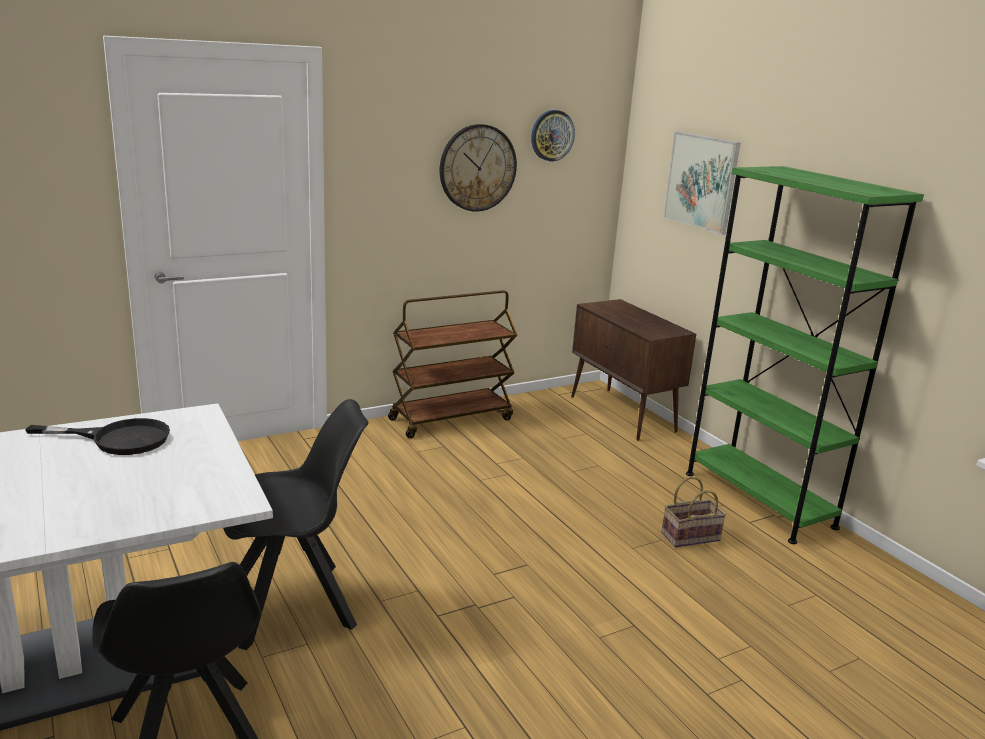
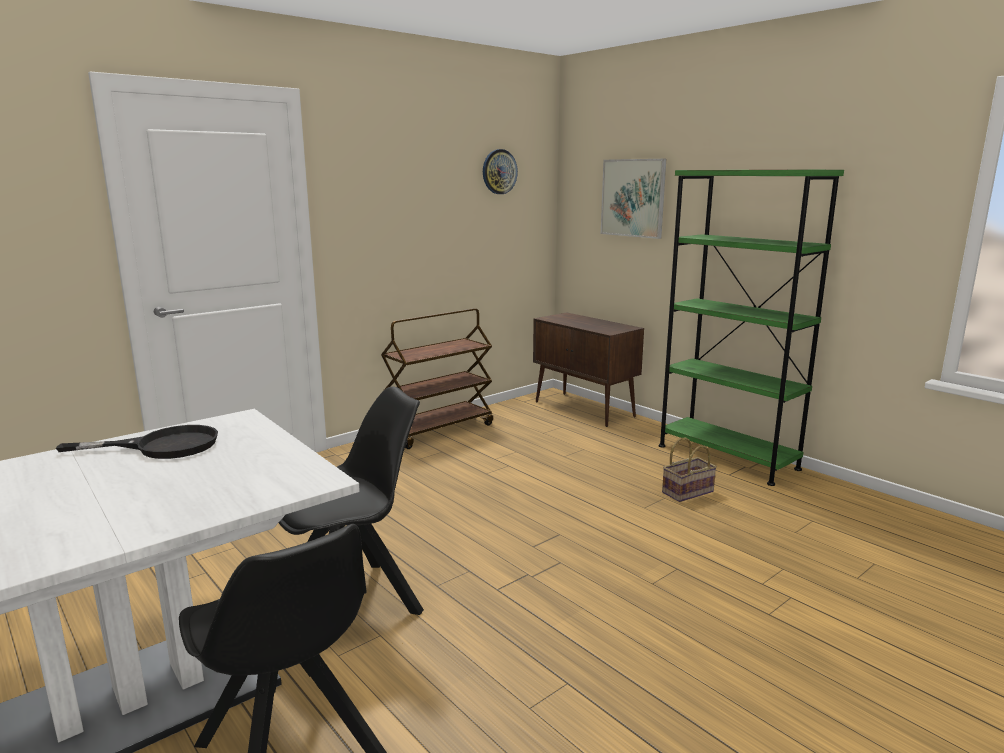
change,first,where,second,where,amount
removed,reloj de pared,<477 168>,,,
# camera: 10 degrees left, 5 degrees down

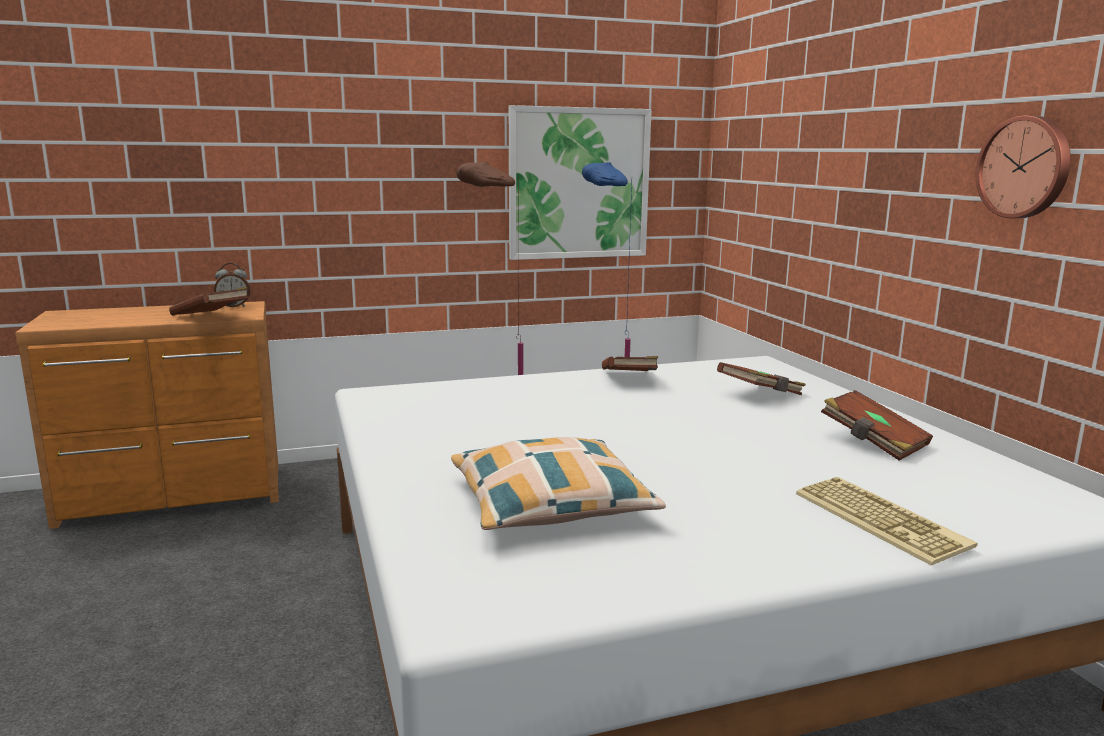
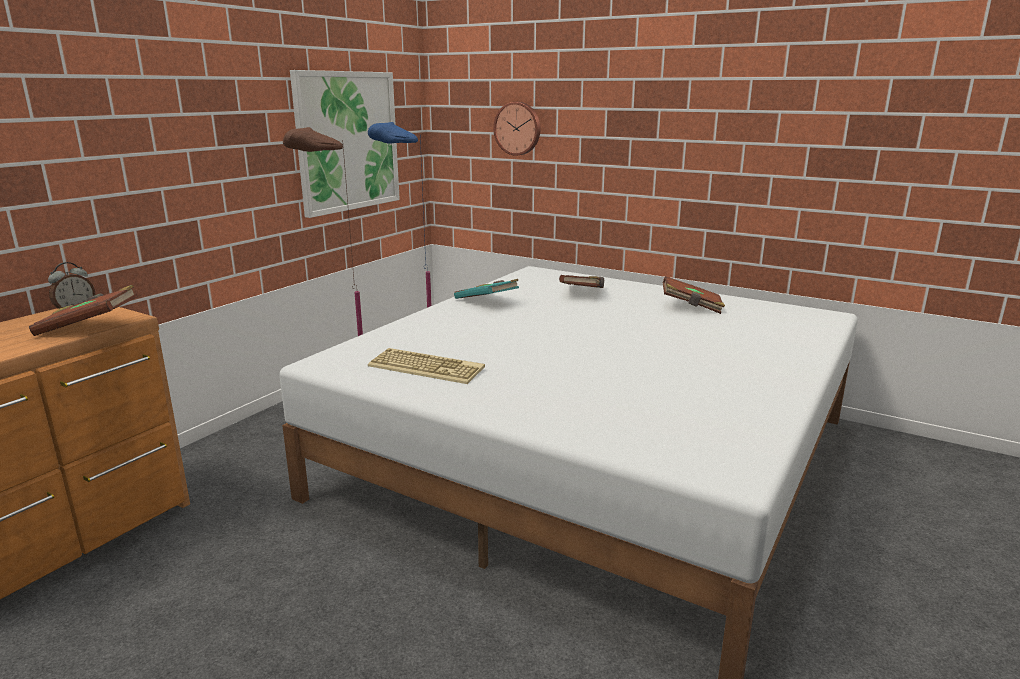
change,first,where,second,where,amount
moved,reloj de pared,<1025 167>,,<518 128>,
recoloured,libro (marrón),<630 379>,libro (turquesa),<487 301>,
removed,cojín,<550 502>,,,
moved,teclado,<882 520>,,<428 367>,
# camera: 40 degrees left, 5 degrees up

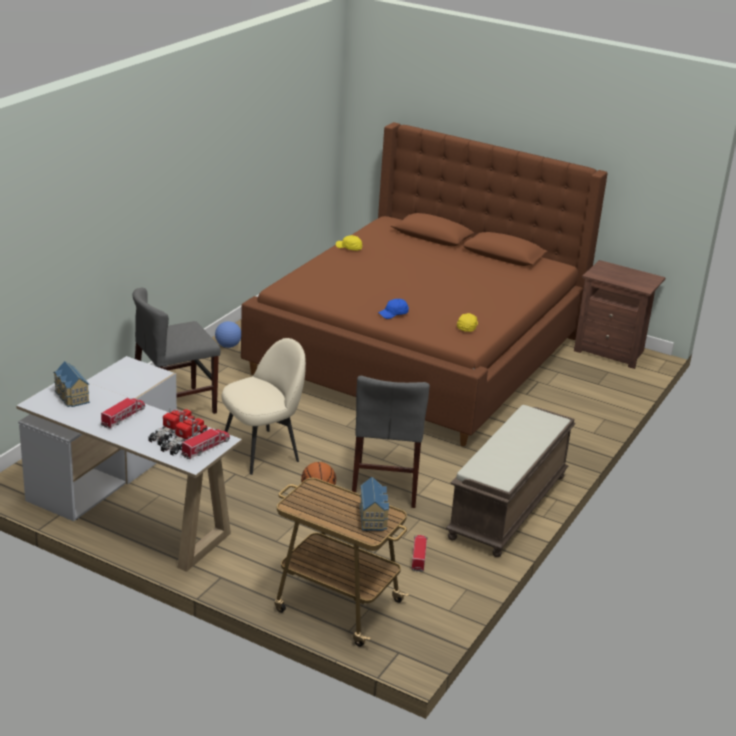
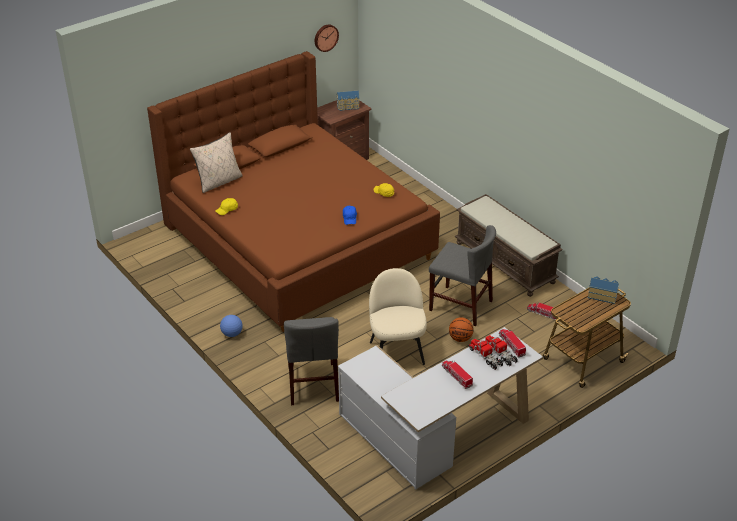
change,first,where,second,where,amount
moved,casita,<71 396>,,<348 107>,
added,,,reloj de pared,<325 37>,
added,,,cojín (beis),<219 182>,
# camera: 65 degrees left, 10 degrees up

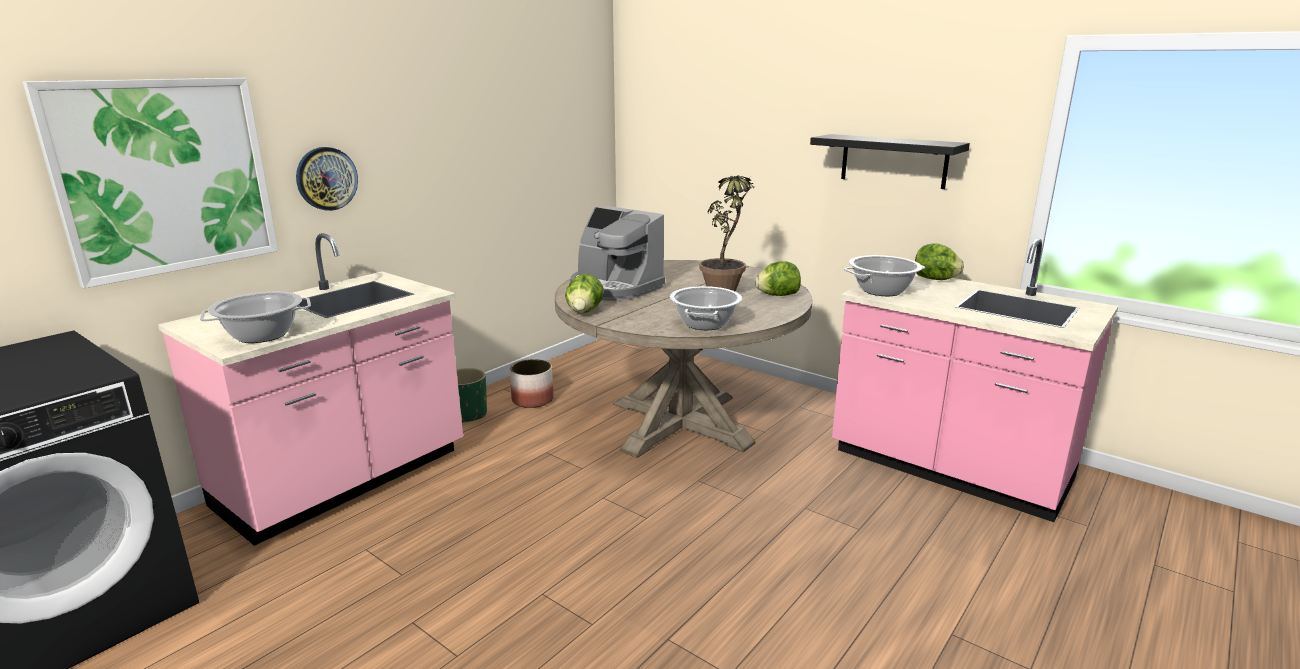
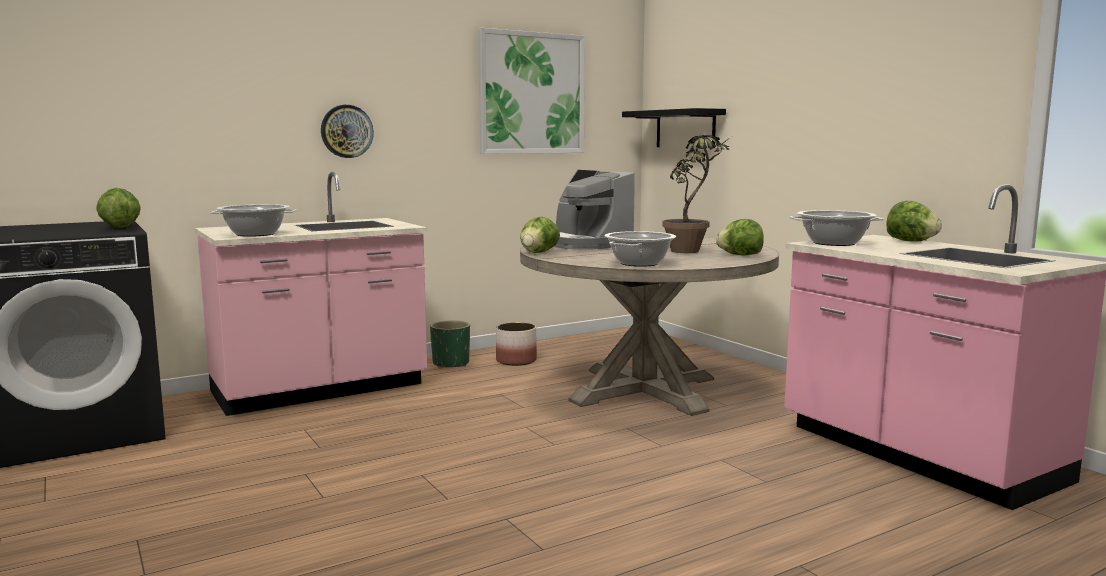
change,first,where,second,where,amount
moved,cuadro,<165 177>,,<532 93>,
moved,estante (negro),<893 161>,,<685 129>,
added,,,lechuga,<120 227>,
# camera: 20 degrees right, 10 degrees down

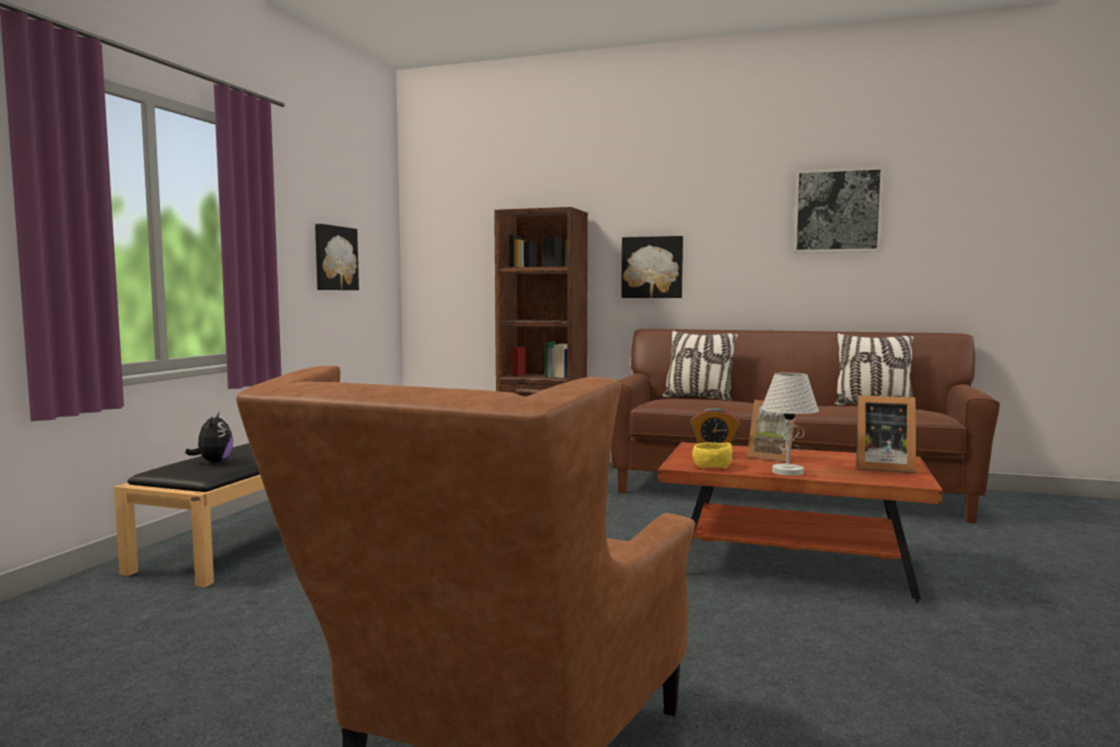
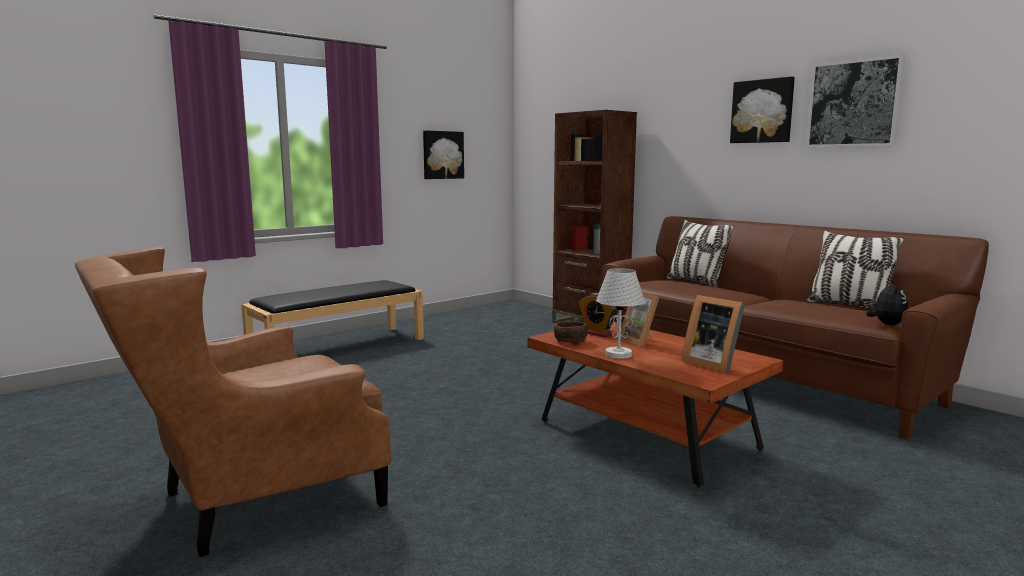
change,first,where,second,where,amount
moved,cuadro,<652 267>,,<762 111>,
moved,peluche,<213 462>,,<886 324>,
recoloured,cuenco (amarillo),<711 467>,cuenco (marrón),<569 341>,
# camera: 30 degrees right, 5 degrees up

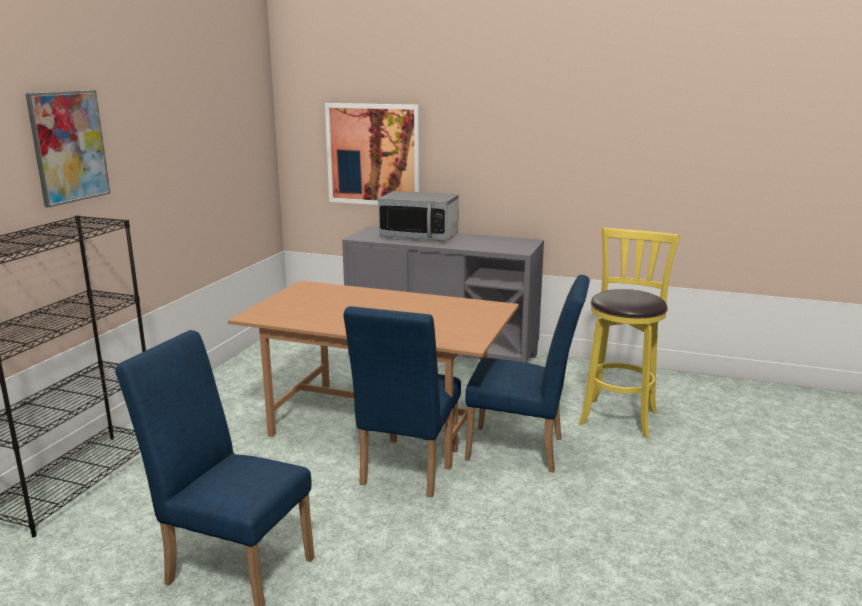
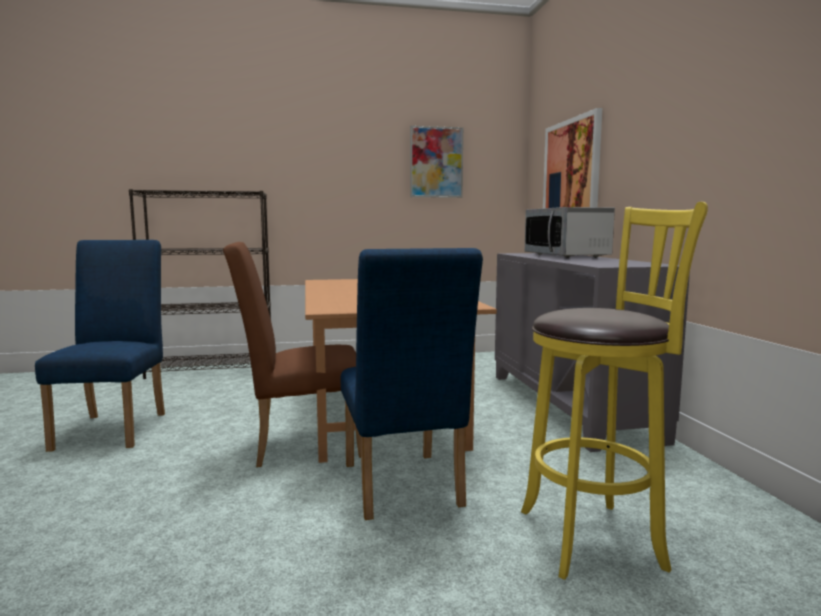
change,first,where,second,where,amount
moved,cuadro,<69 147>,,<436 162>,
recoloured,silla (azul),<406 471>,silla (marrón),<298 445>,
# camera: 60 degrees right, 10 degrees down

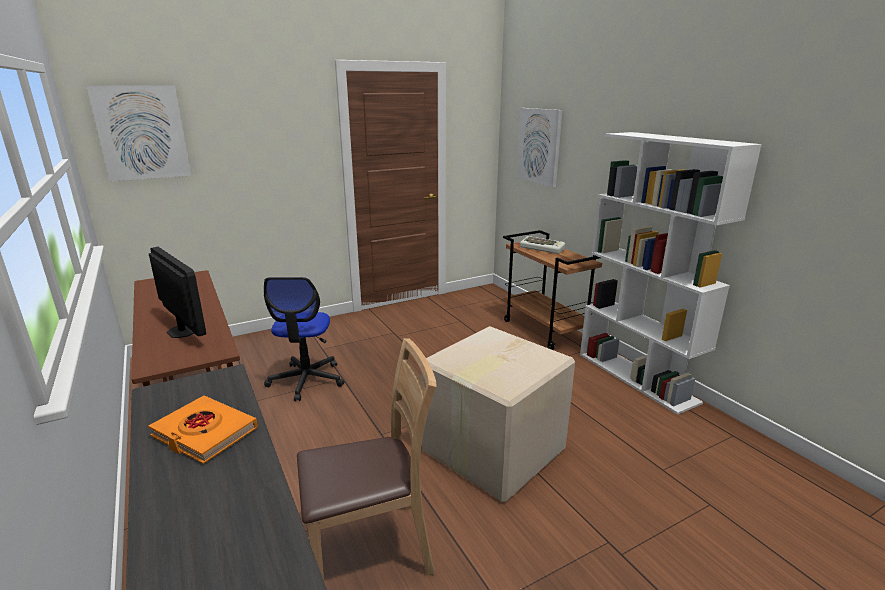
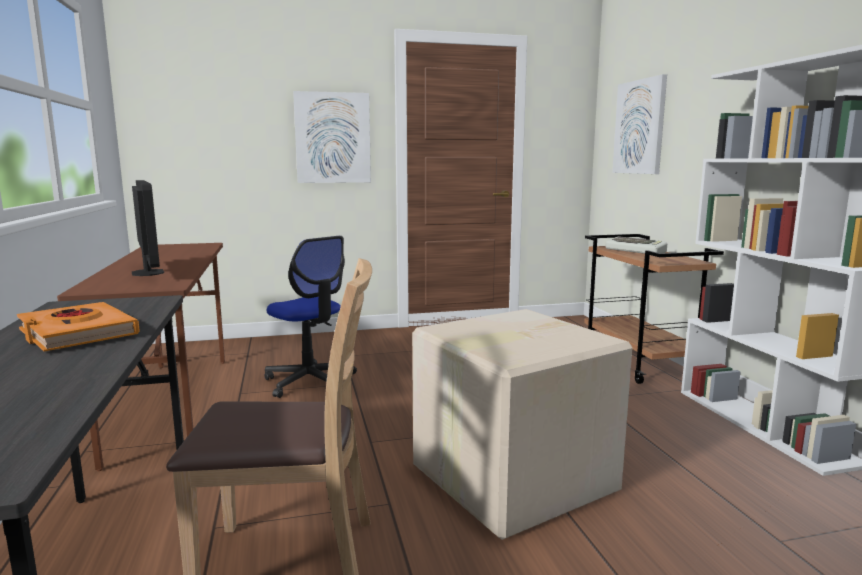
change,first,where,second,where,amount
moved,cuadro,<142 133>,,<332 138>,
turned,silla de oficina,<306 380>,,<310 381>,60 degrees counterclockwise
# camera: 15 degrees right, 10 degrees down

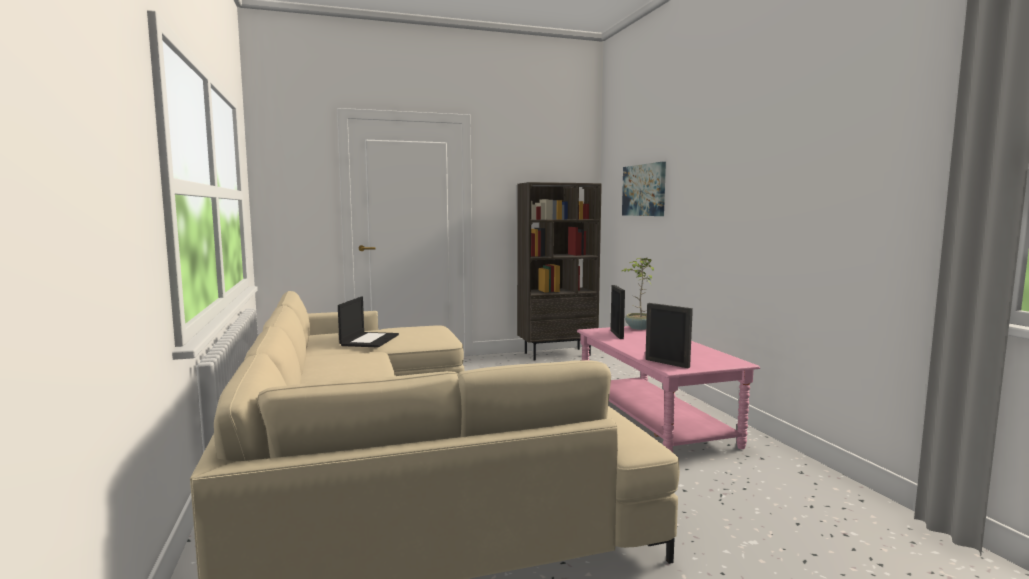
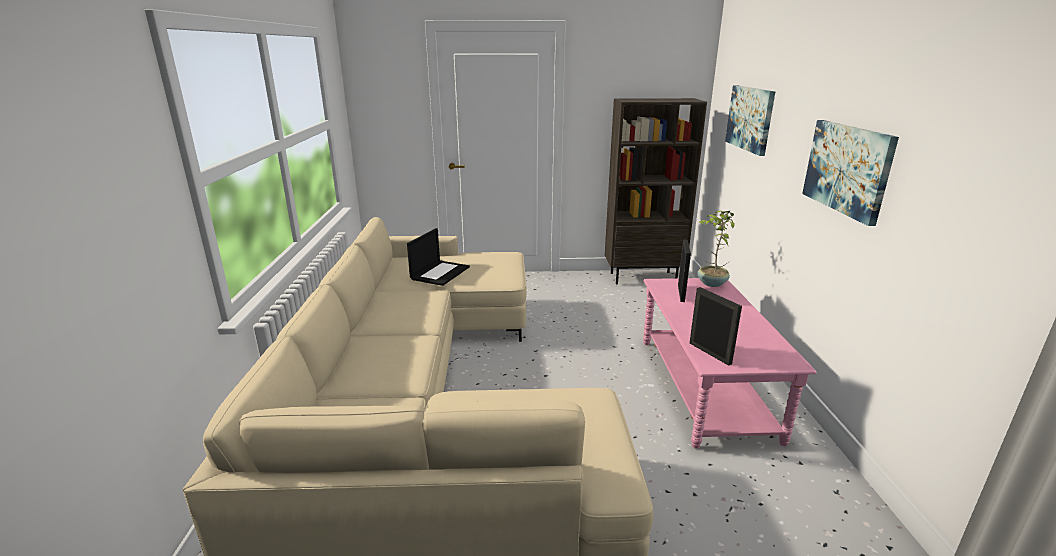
change,first,where,second,where,amount
added,,,cuadro,<847 169>,
# camera: 15 degrees right, 15 degrees up

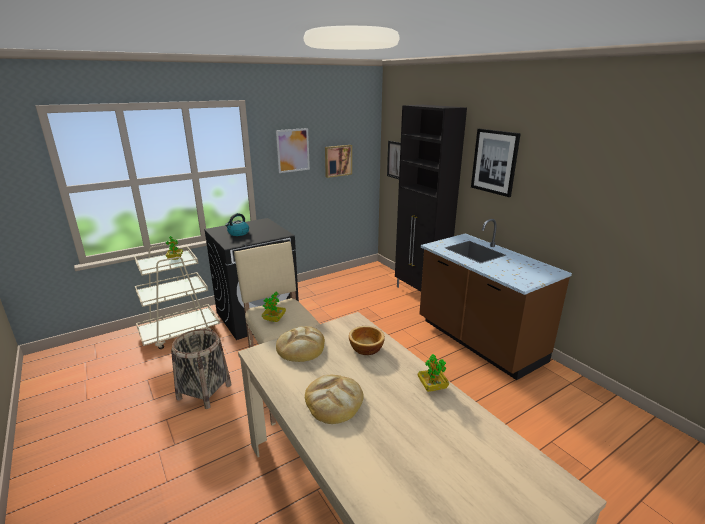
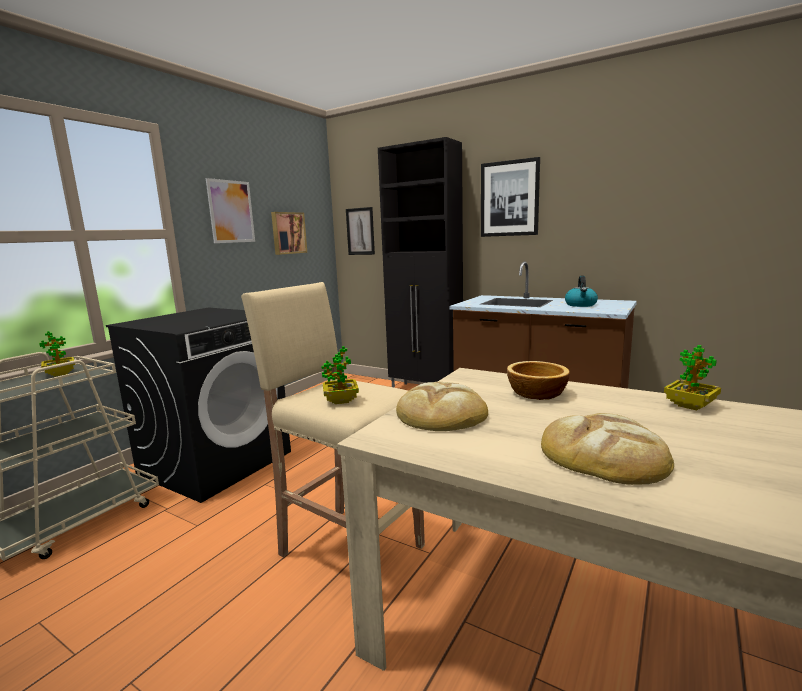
change,first,where,second,where,amount
moved,hervidor,<238 233>,,<581 305>,
removed,cesta,<204 391>,,,
# camera: 25 degrees left, 10 degrees down

